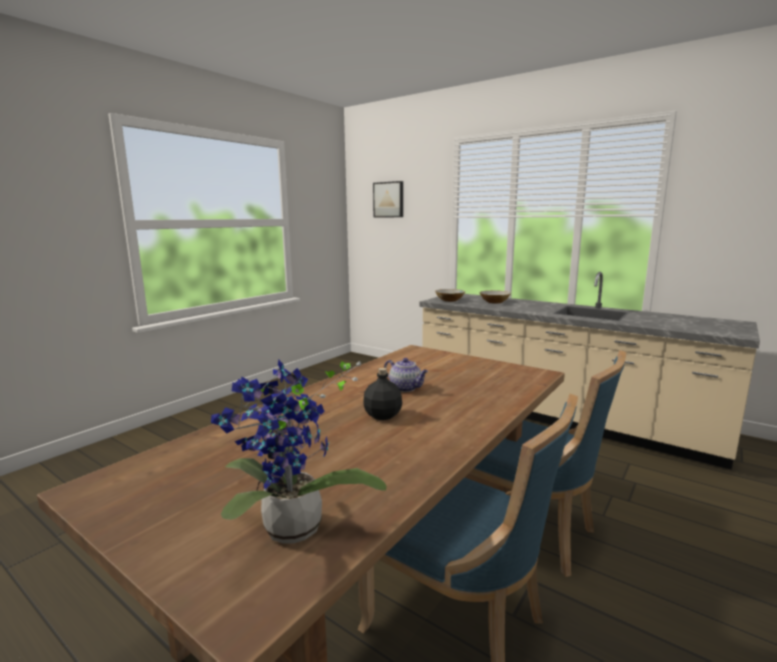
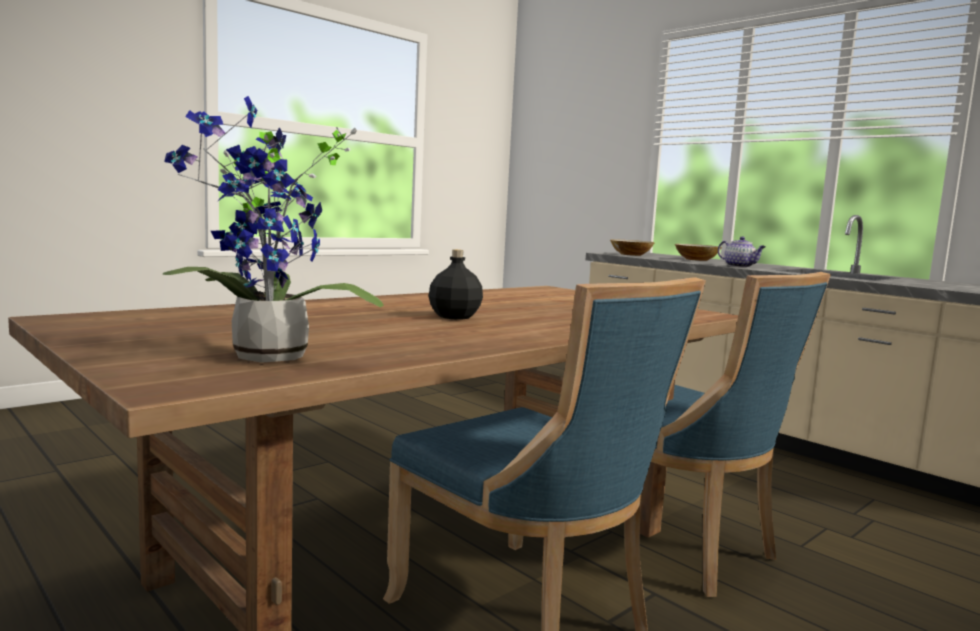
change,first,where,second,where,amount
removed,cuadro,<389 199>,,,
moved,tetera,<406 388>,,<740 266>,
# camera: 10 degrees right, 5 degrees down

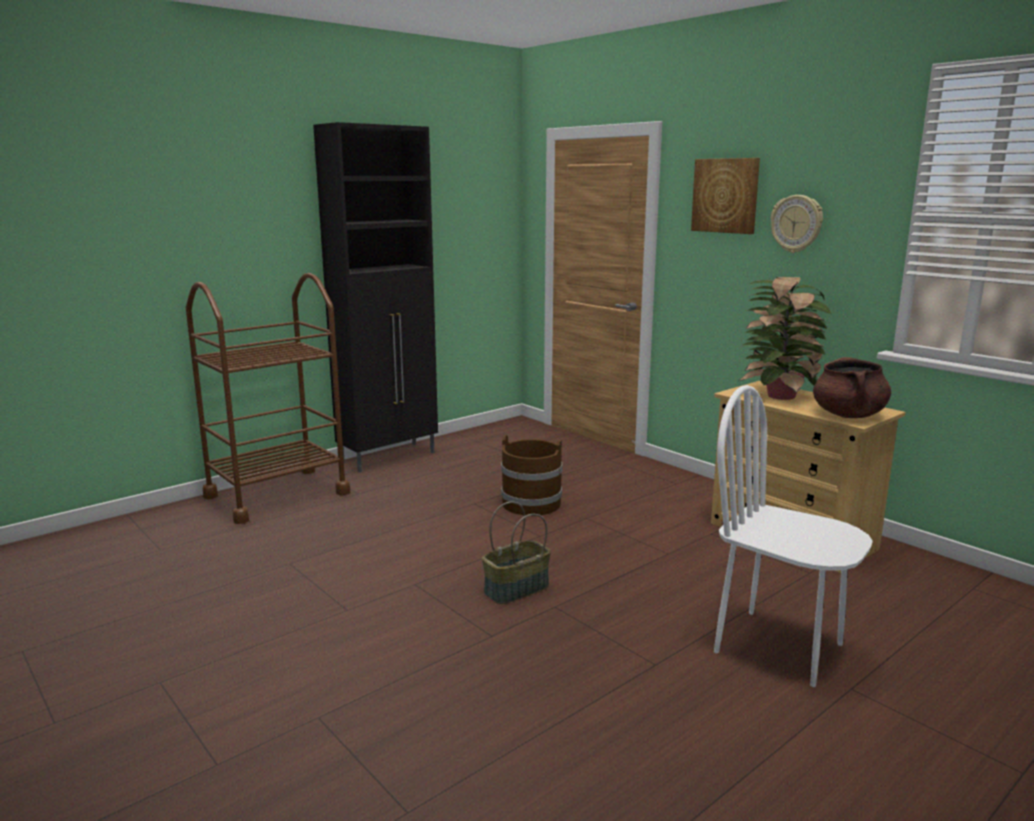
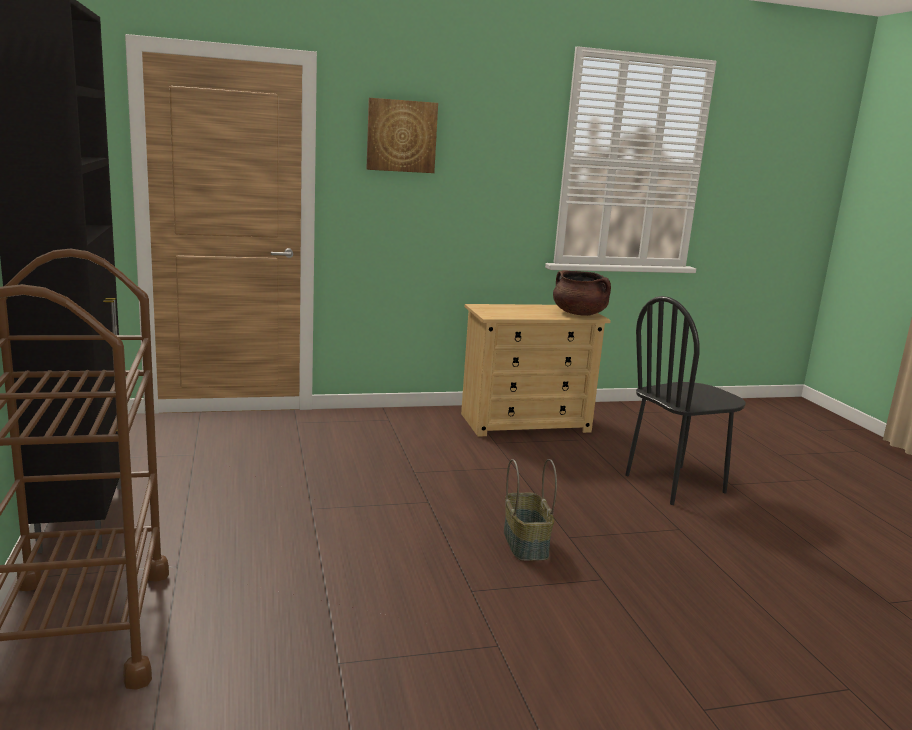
change,first,where,second,where,amount
removed,reloj de pared,<796 224>,,,
removed,planta en maceta,<780 395>,,,
recoloured,silla (blanco),<779 647>,silla (negro),<675 484>,
removed,cubo (marrón),<532 503>,,,
# camera: 65 degrees left, 0 degrees up

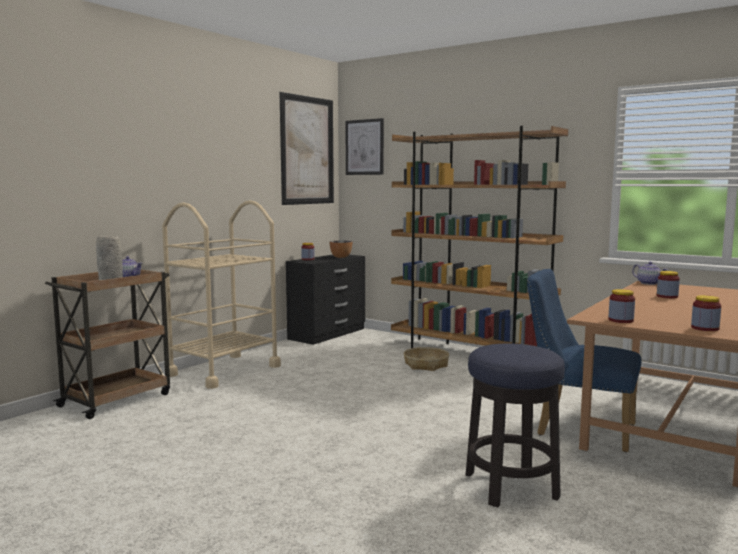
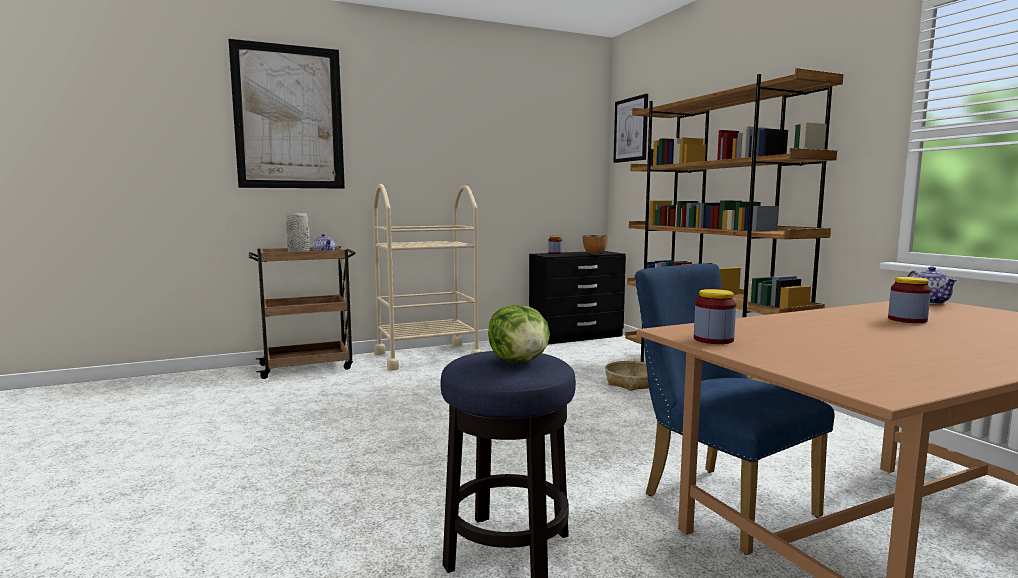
change,first,where,second,where,amount
moved,cuadro,<307 150>,,<289 117>,
removed,tarro,<705 328>,,,
added,,,lechuga,<520 361>,
# camera: 30 degrees right, 0 degrees up

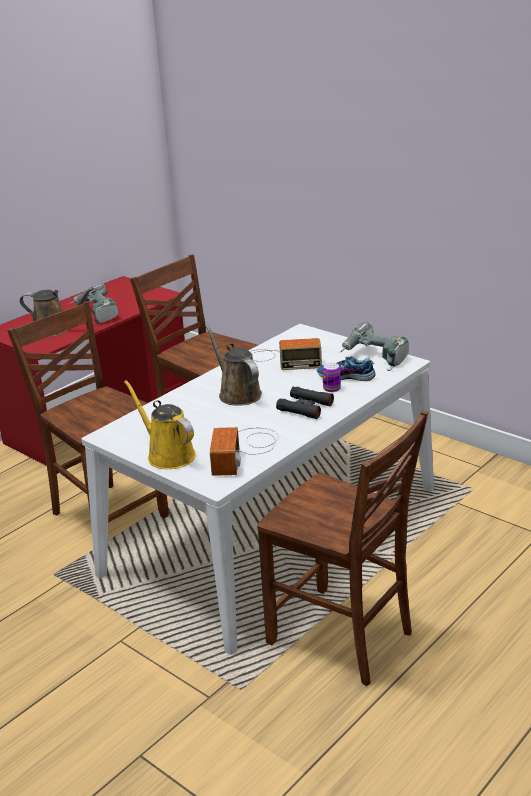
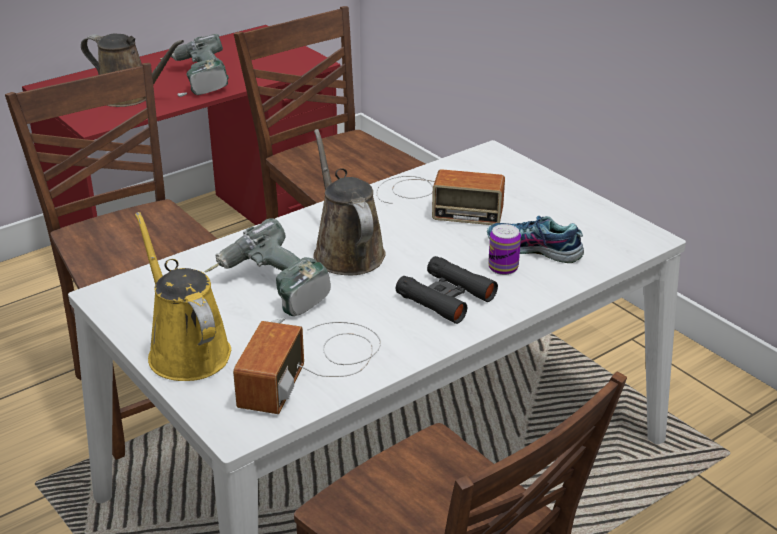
change,first,where,second,where,amount
moved,taladro,<374 358>,,<271 291>,
# camera: 10 degrees right, 5 degrees up

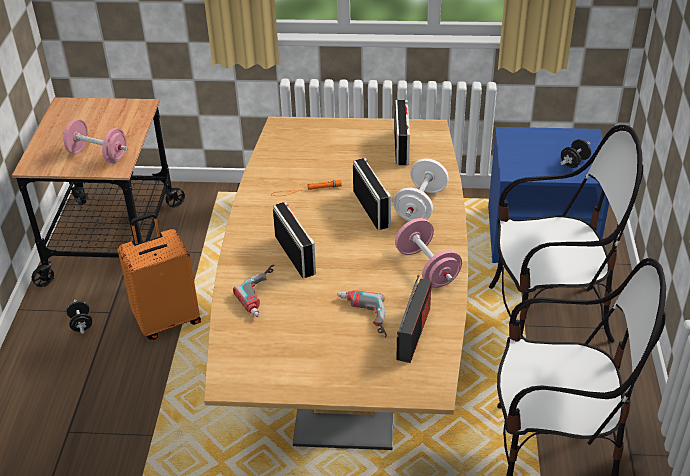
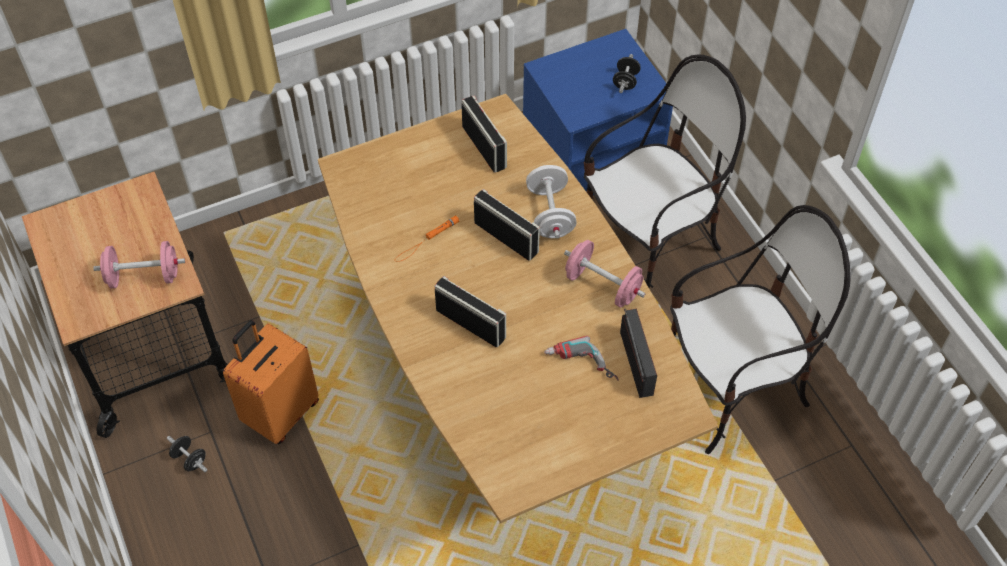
change,first,where,second,where,amount
removed,taladro,<264 294>,,,
# camera: 30 degrees left, 15 degrees up

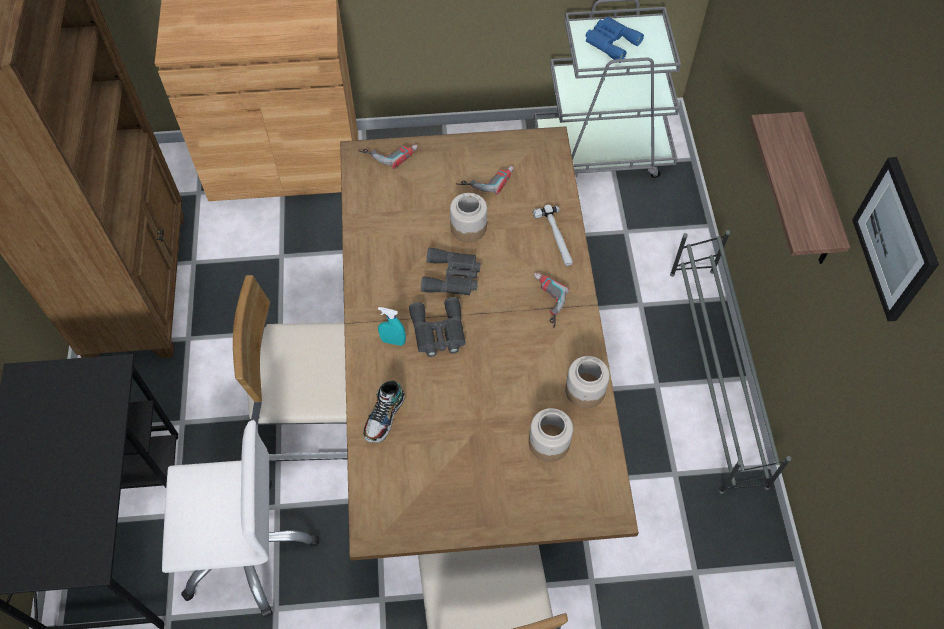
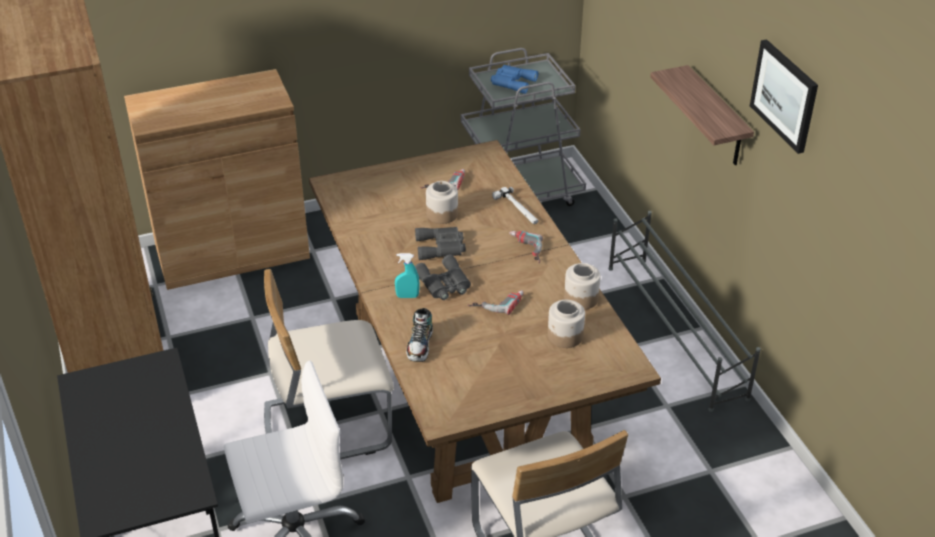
change,first,where,second,where,amount
moved,taladro,<389 151>,,<496 302>,
# camera: 15 degrees left, 20 degrees down

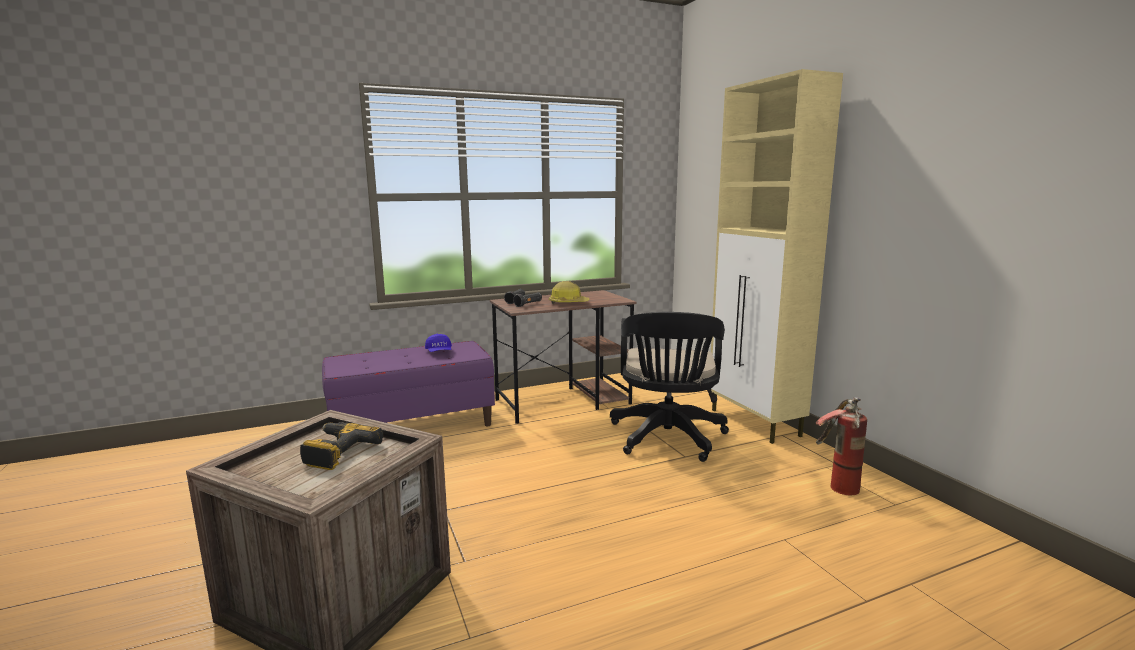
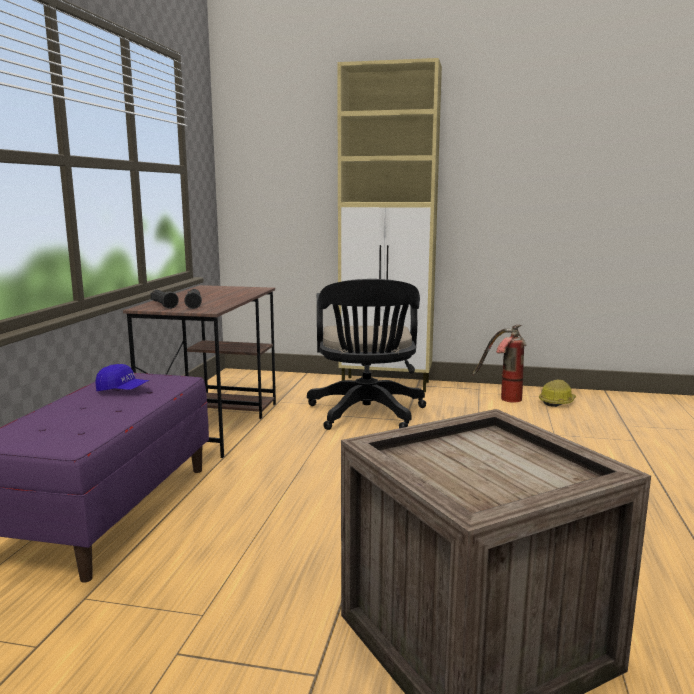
change,first,where,second,where,amount
moved,casco,<568 303>,,<557 402>,
turned,silla de oficina (negro),<667 439>,,<367 415>,45 degrees clockwise
removed,taladro,<336 452>,,,
# camera: 55 degrees left, 0 degrees up

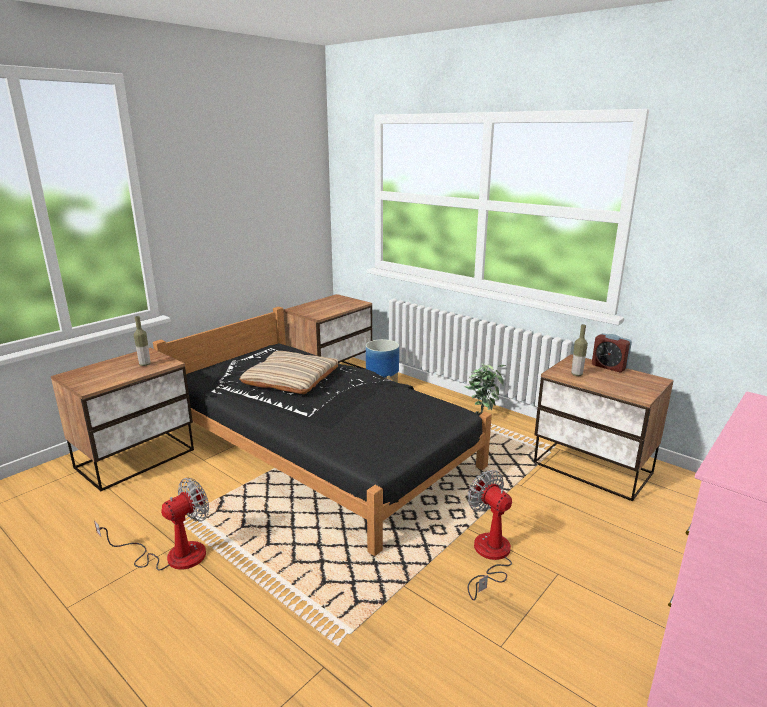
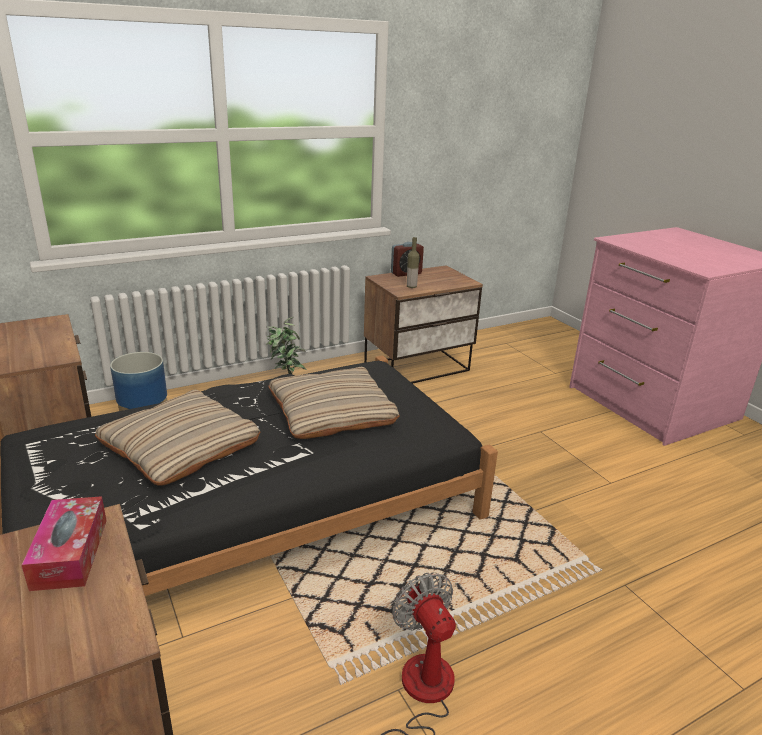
change,first,where,second,where,amount
replaced,botella,<145 364>,caja de pañuelos,<70 553>,
removed,ventilador,<489 556>,,,
added,,,cojín (beis),<331 410>,
# camera: 70 degrees left, 5 degrees up

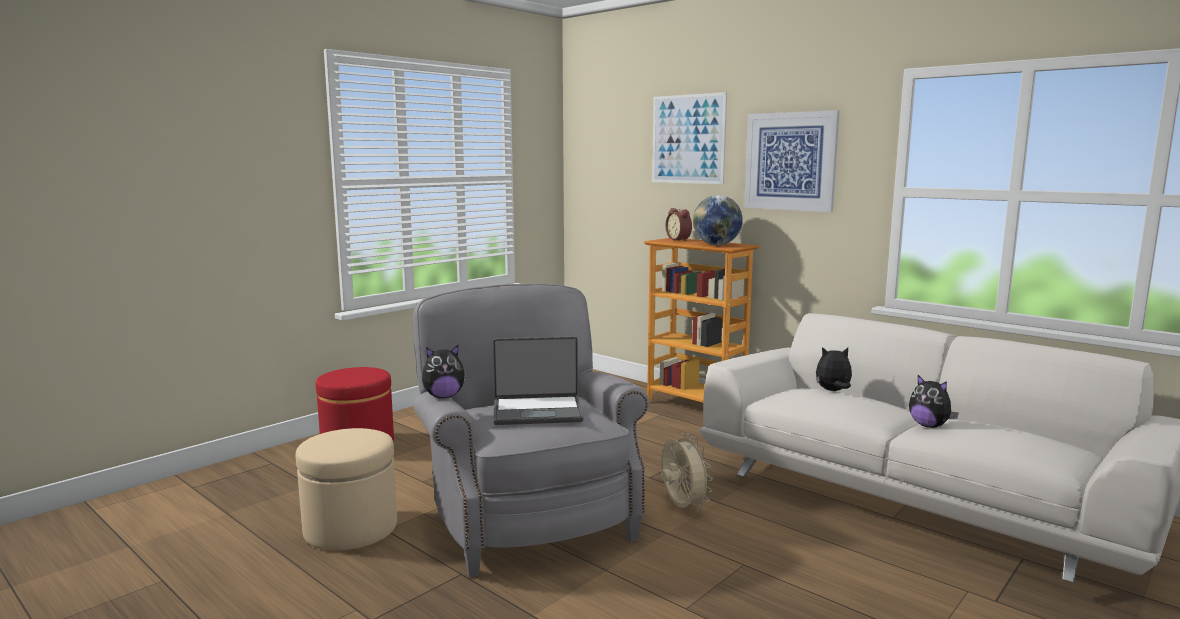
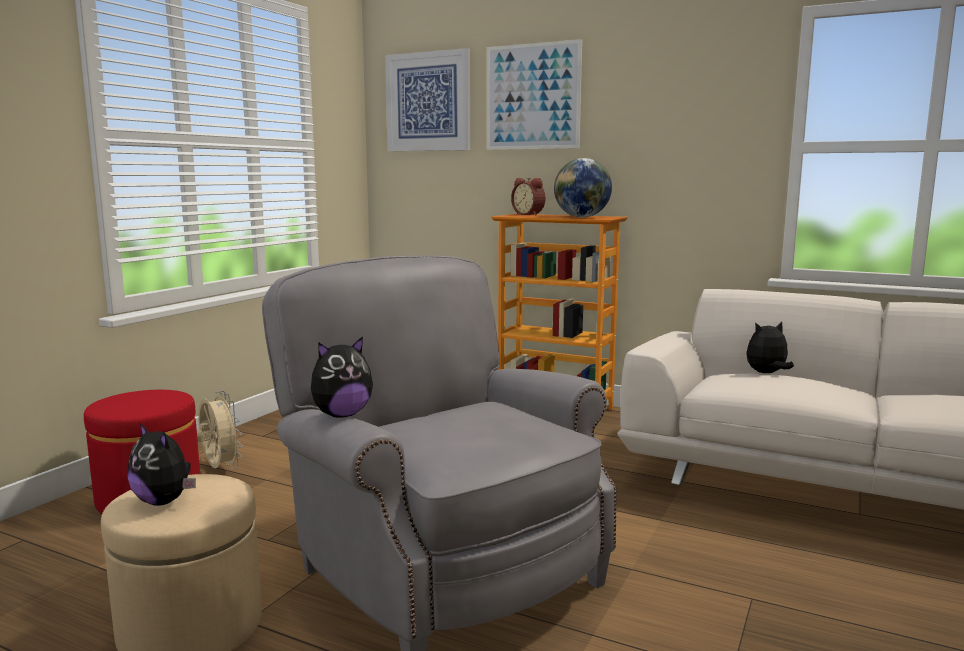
change,first,where,second,where,amount
moved,cuadro,<790 161>,,<428 102>,
removed,portátil,<537 411>,,,
moved,peluche,<929 426>,,<164 501>,
moved,ventilador (beis),<681 507>,,<219 469>,
# camera: 15 degrees left, 0 degrees up

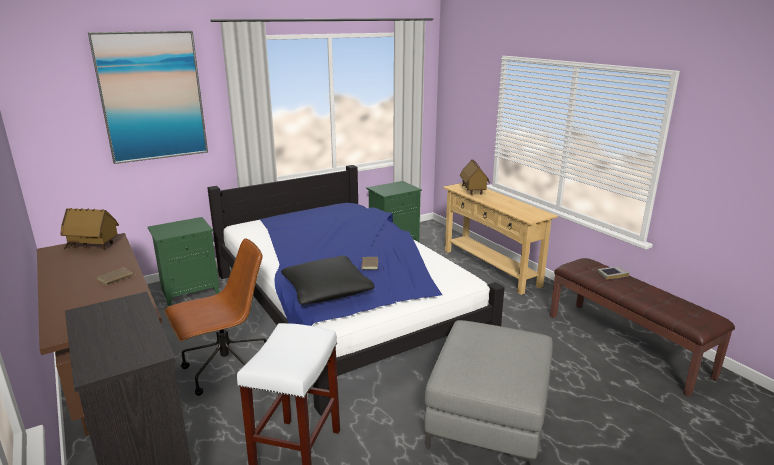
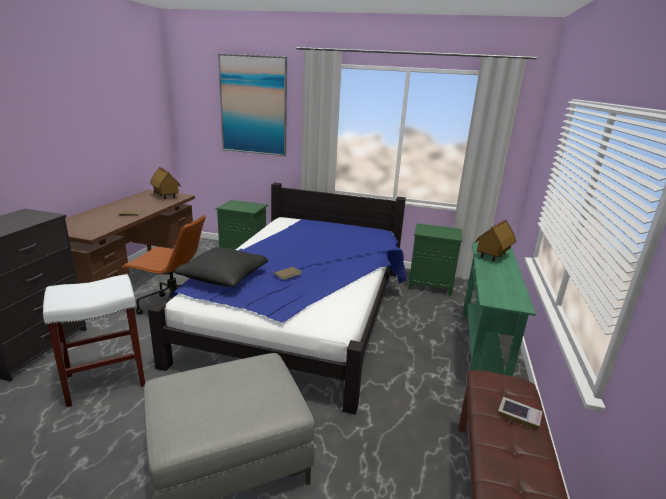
change,first,where,second,where,amount
recoloured,mesa consola (beis),<490 267>,mesa consola (verde),<482 348>,
# camera: 45 degrees right, 0 degrees up

